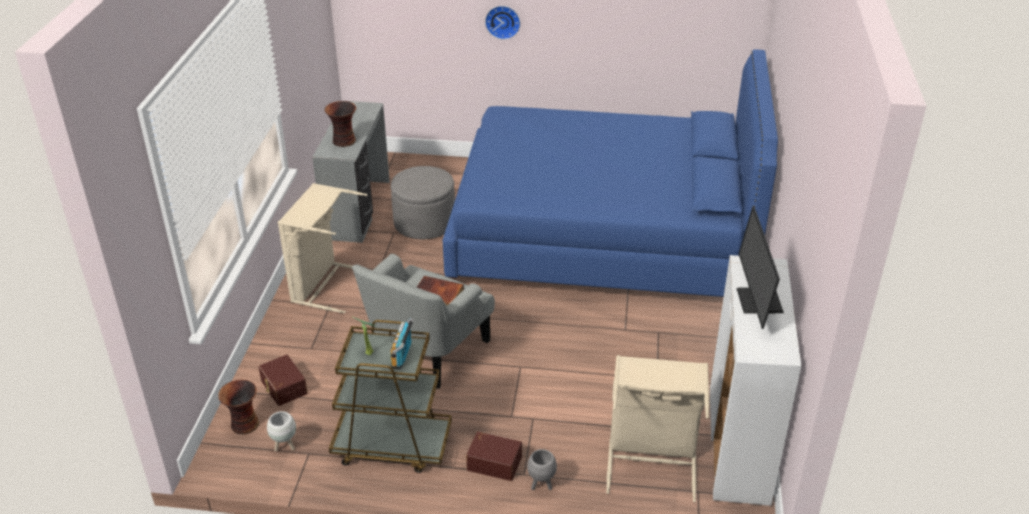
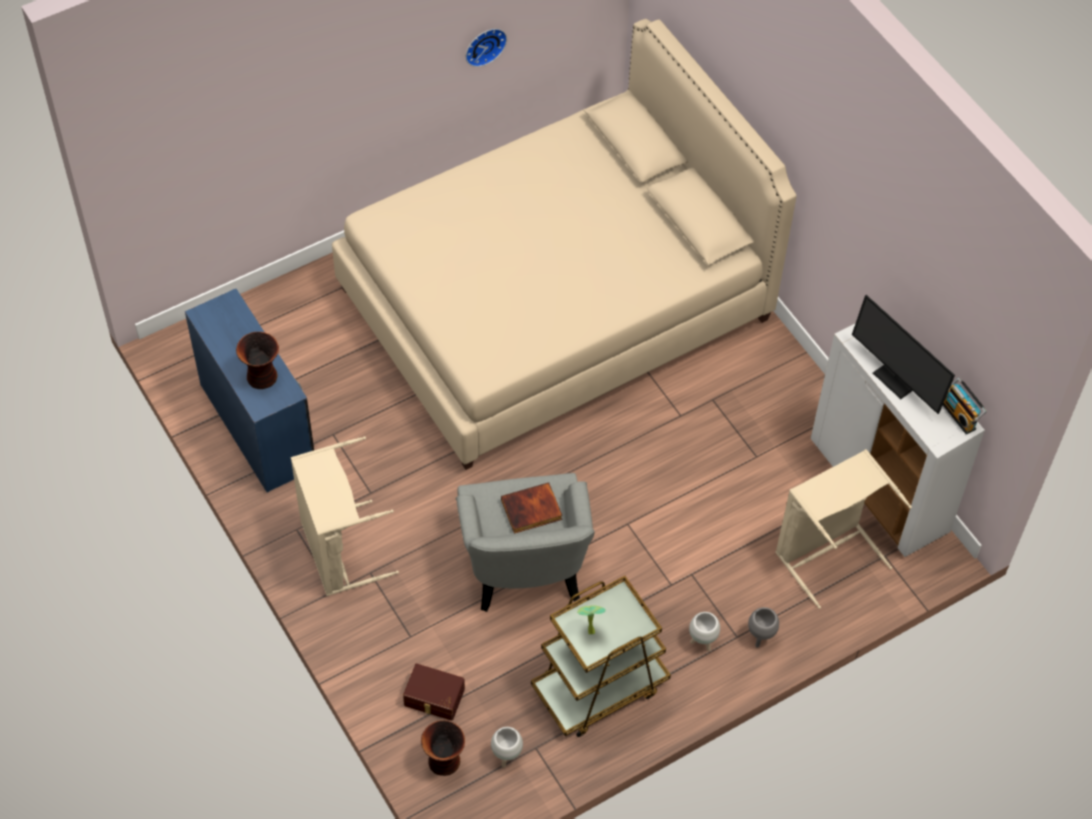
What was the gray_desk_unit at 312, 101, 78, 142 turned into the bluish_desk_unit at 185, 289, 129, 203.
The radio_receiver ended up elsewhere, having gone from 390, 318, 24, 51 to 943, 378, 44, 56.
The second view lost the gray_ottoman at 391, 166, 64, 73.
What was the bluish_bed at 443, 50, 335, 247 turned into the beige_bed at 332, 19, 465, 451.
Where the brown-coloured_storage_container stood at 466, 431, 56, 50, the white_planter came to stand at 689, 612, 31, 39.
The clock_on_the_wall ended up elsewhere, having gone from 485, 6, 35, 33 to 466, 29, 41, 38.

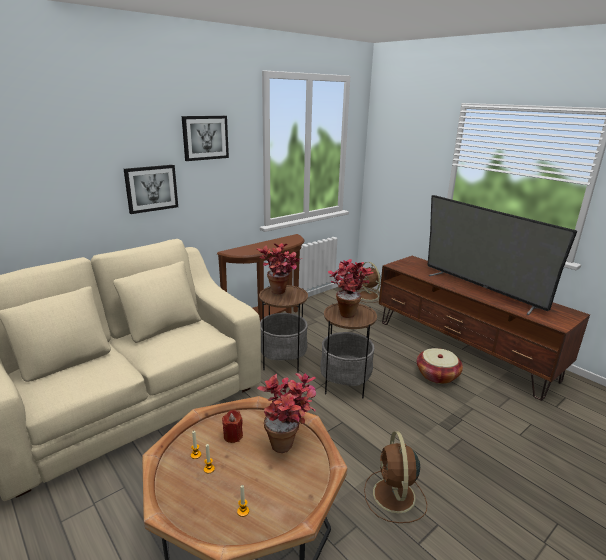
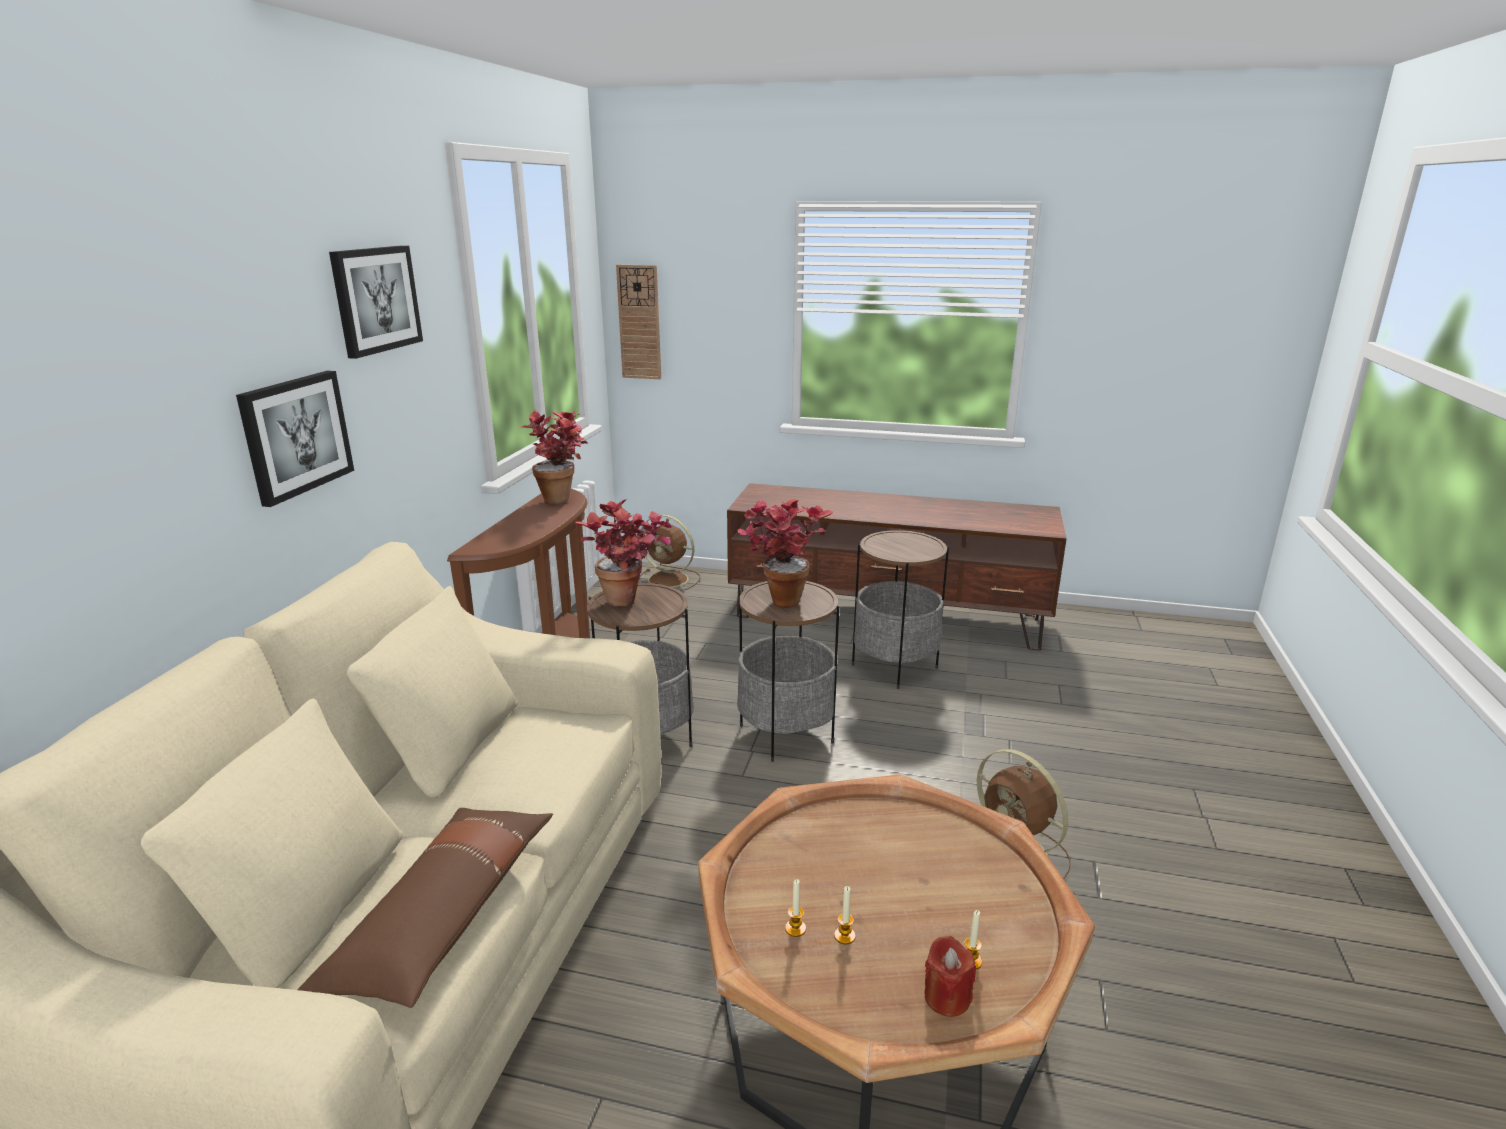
The red-coloured_wax_light ended up elsewhere, having gone from 222, 410, 21, 33 to 924, 936, 52, 81.
The potted_plant ended up elsewhere, having gone from 257, 373, 59, 80 to 521, 410, 67, 95.
Where the basket stood at 417, 348, 46, 36, the side_table came to stand at 852, 529, 97, 160.
The second view lost the TV_set at 428, 195, 149, 121.
The second view gained the brown-coloured_cushion at 298, 808, 255, 200.
The second view gained the clock_on_the_wall at 616, 265, 45, 114.

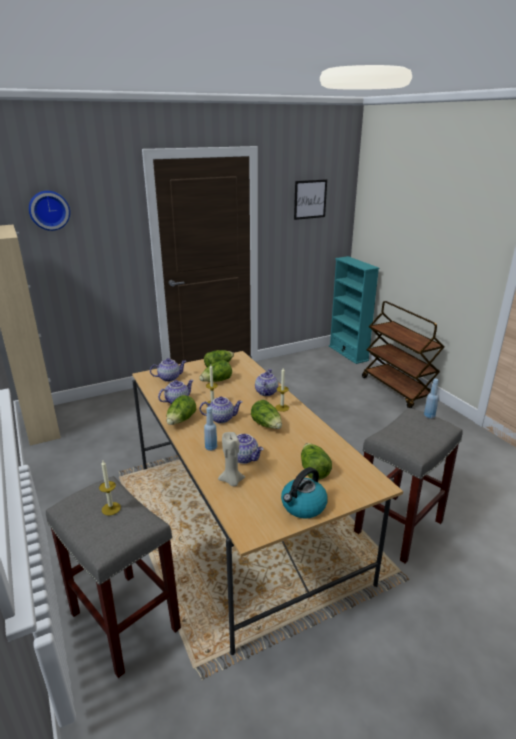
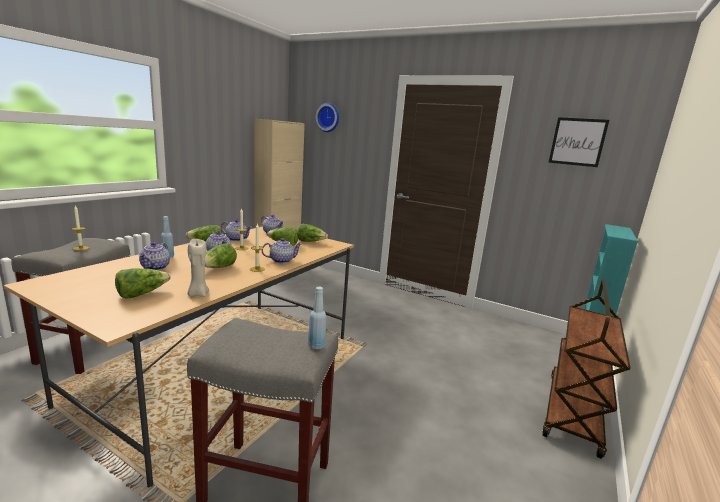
The beige_wax_light ended up elsewhere, having gone from 218, 432, 27, 54 to 188, 239, 21, 58.
The second view lost the tea_kettle at 281, 467, 47, 52.

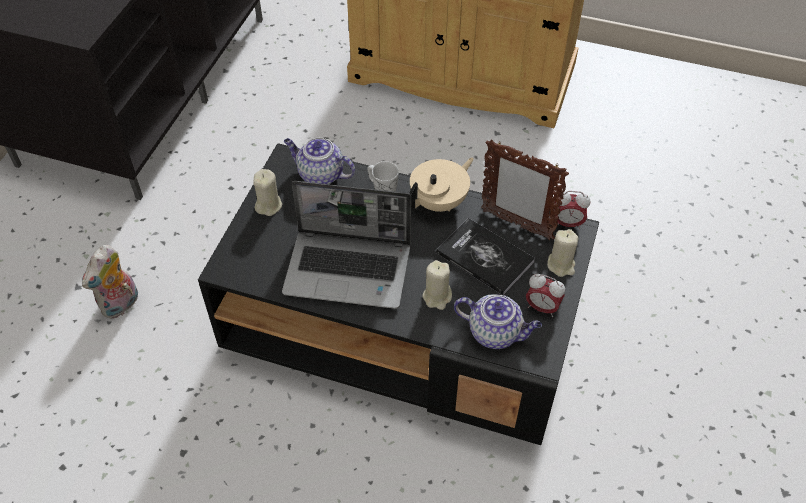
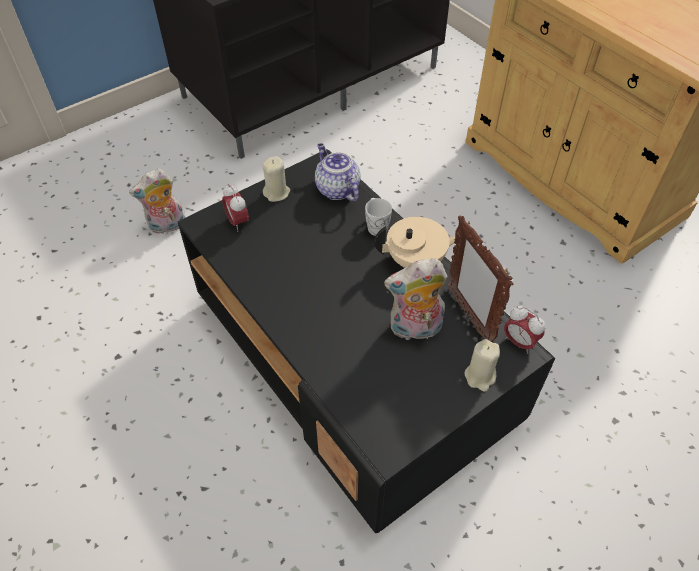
The second view lost the laptop at 282, 181, 129, 128.
The second view lost the beige_wax_light at 422, 260, 30, 50.
Where the book stood at 436, 218, 99, 77, the soft_toy came to stand at 384, 258, 63, 82.
The second view lost the teapot at 454, 295, 88, 54.
The alarm_clock ended up elsewhere, having gone from 526, 274, 39, 43 to 222, 184, 27, 47.

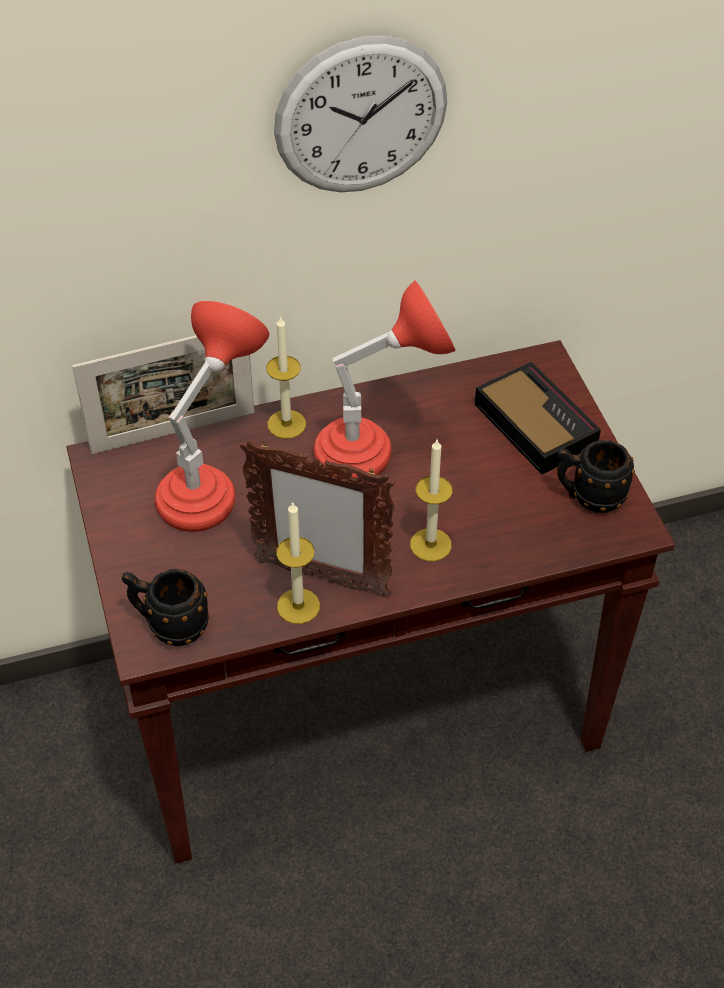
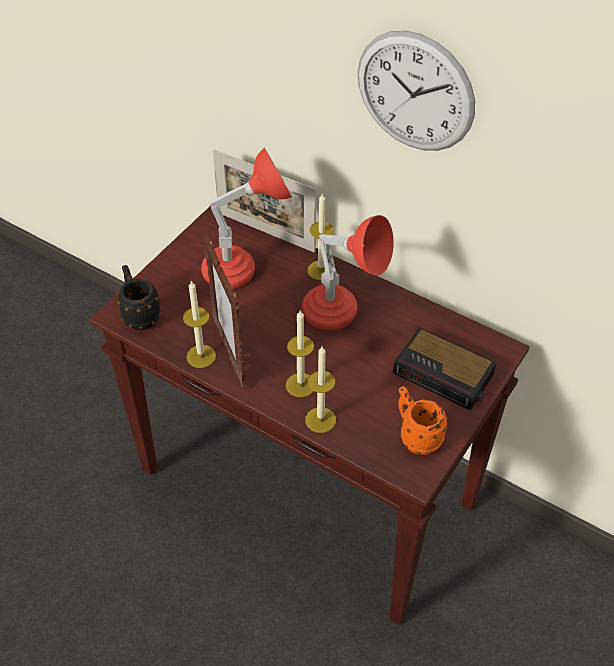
The alarm_clock at 475, 362, 126, 113 ended up facing another way, 105 degrees clockwise from before.
What was the black-coloured_coffee_mug at 557, 440, 78, 73 turned into the orange_coffee_mug at 398, 386, 50, 69.
The second view gained the wax_light at 305, 346, 31, 87.

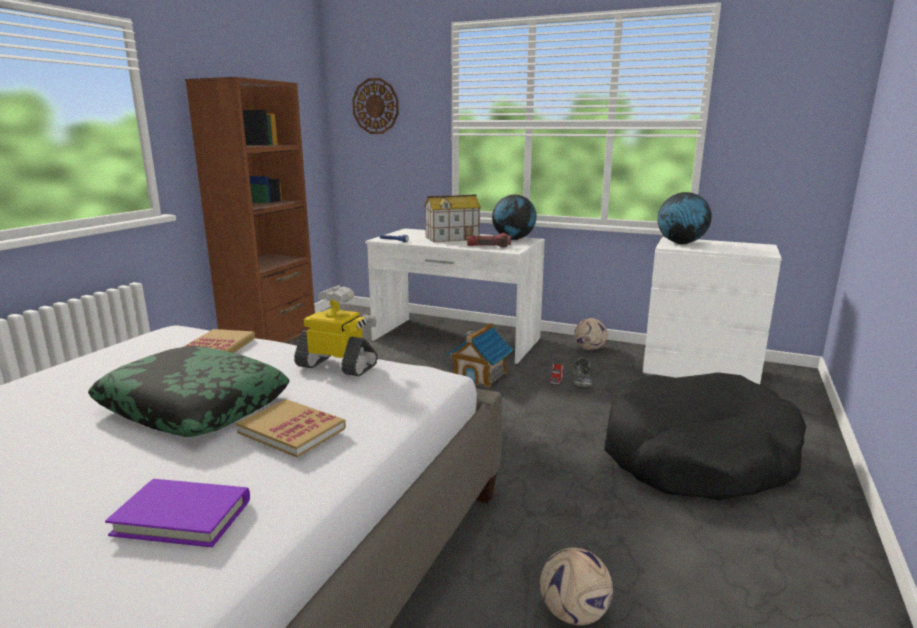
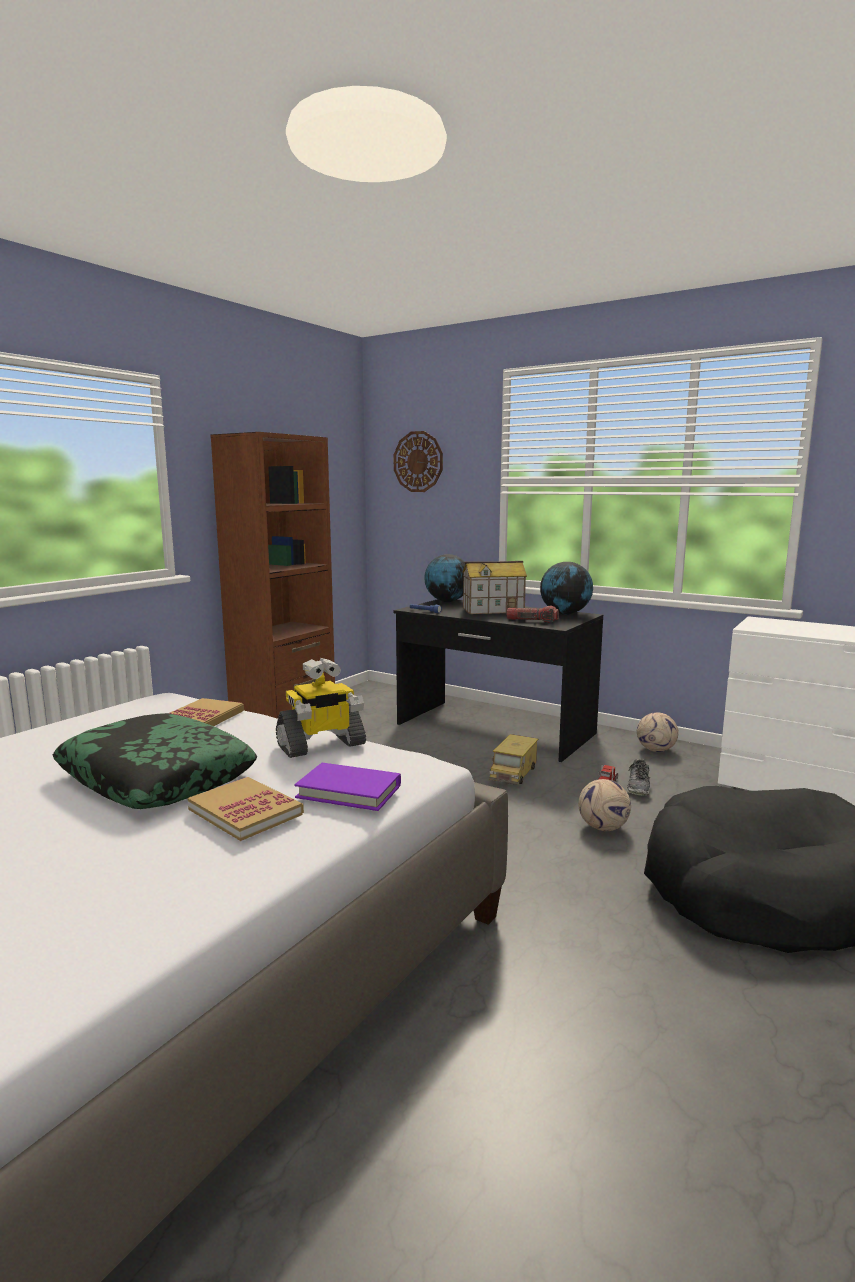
The purplish_book ended up elsewhere, having gone from 105, 479, 145, 68 to 294, 763, 107, 48.
The model_robot at 294, 285, 84, 91 ended up facing another way, 120 degrees clockwise from before.
What was the white_desk_unit at 365, 229, 180, 135 turned into the black-coloured_desk_unit at 394, 599, 209, 163.
Where the miniature_house stood at 447, 323, 67, 65, the toy_lorry came to stand at 489, 734, 50, 51.
The ball_for_football ended up elsewhere, having gone from 540, 547, 73, 78 to 578, 779, 53, 52.
The world_globe ended up elsewhere, having gone from 657, 192, 55, 52 to 424, 554, 41, 48.

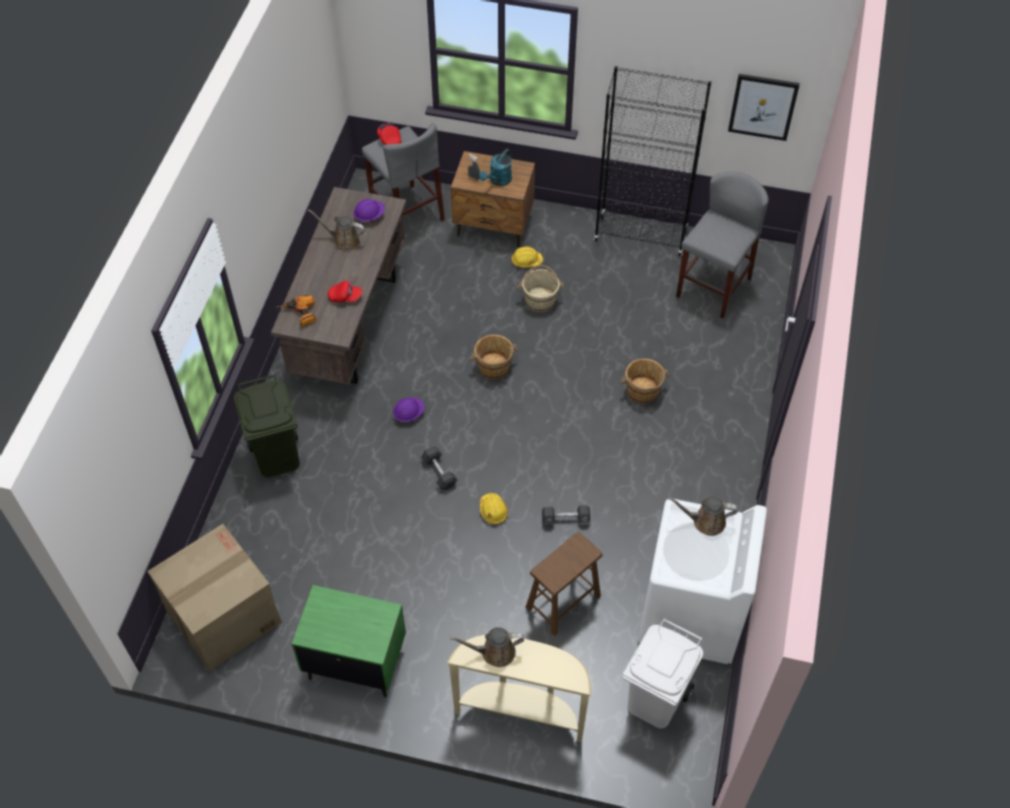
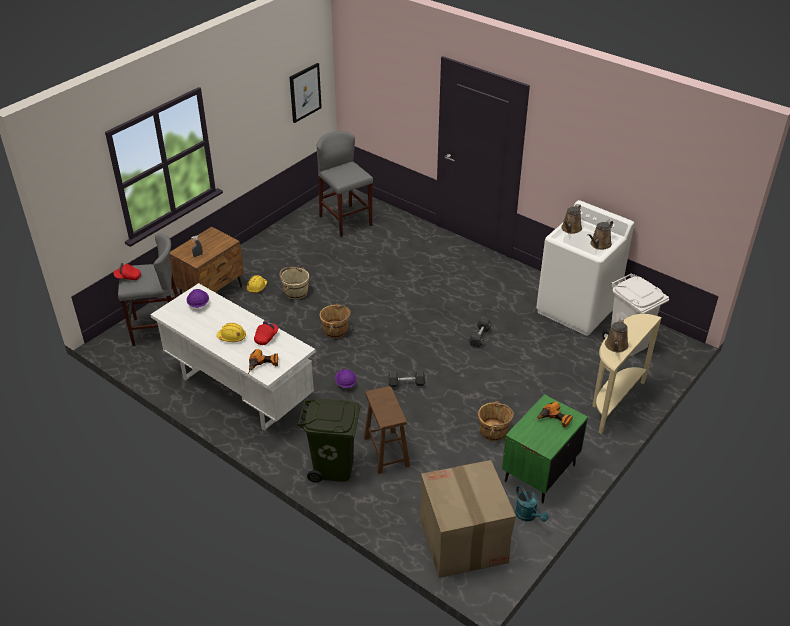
What was the brown-coloured_desk_unit at 271, 187, 135, 198 turned into the white_desk_unit at 150, 283, 165, 148.
The brown-coloured_sprinkling_can ended up elsewhere, having gone from 308, 209, 57, 42 to 588, 220, 25, 30.
The turquoise-coloured_sprinkling_can ended up elsewhere, having gone from 479, 149, 33, 37 to 515, 485, 34, 37.
The yellow_hard_hat ended up elsewhere, having gone from 480, 493, 28, 31 to 217, 323, 29, 19.
The brown-coloured_stool_seat ended up elsewhere, having gone from 526, 532, 77, 104 to 364, 386, 46, 88.
The second view lost the black-coloured_bookshelf at 594, 66, 117, 190.
The brown-coloured_bucket ended up elsewhere, having gone from 619, 359, 50, 45 to 478, 401, 36, 40.
The second view gained the drill at 533, 402, 40, 26.

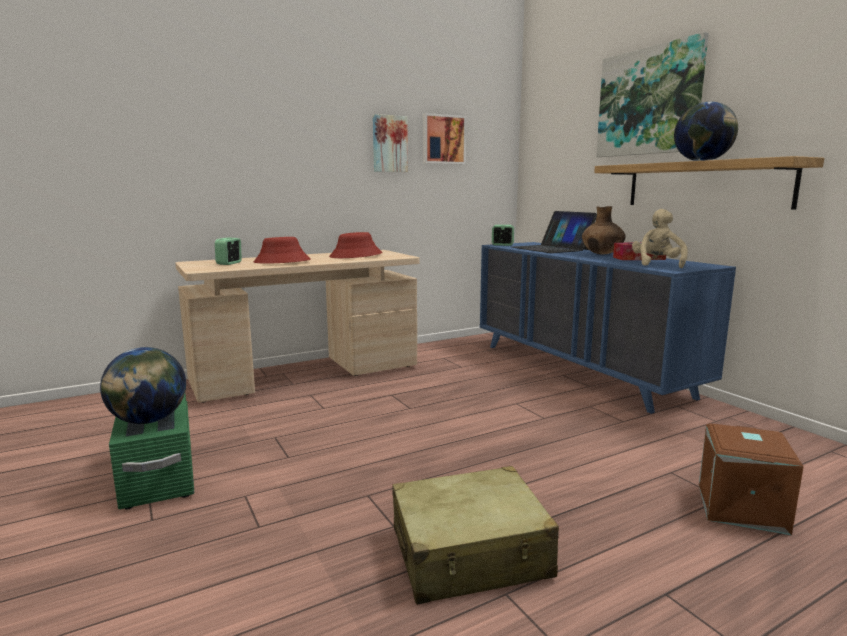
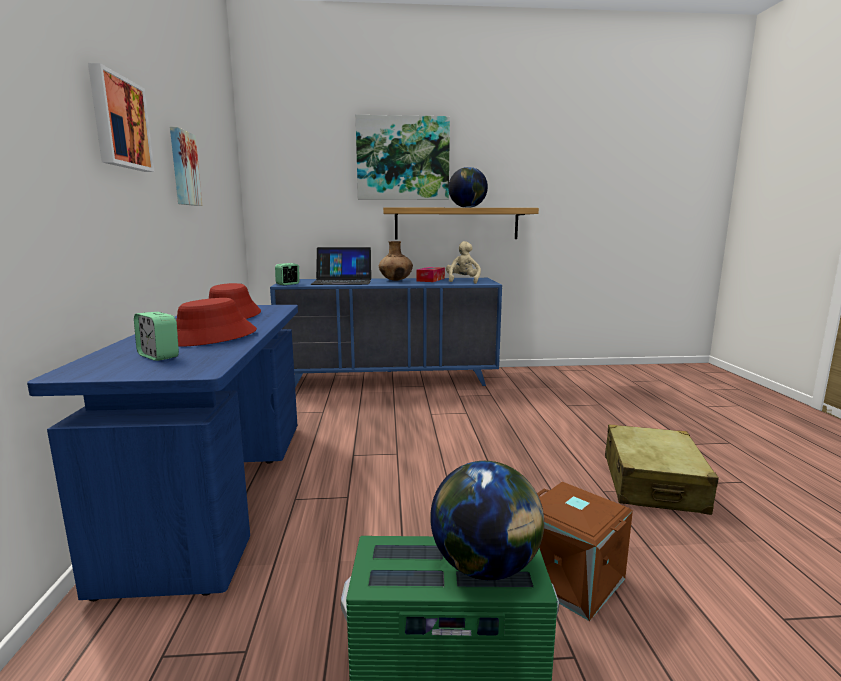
What was the beige_desk_unit at 175, 250, 244, 153 turned into the bluish_desk_unit at 27, 305, 271, 296.
The wall_picture ended up elsewhere, having gone from 423, 113, 43, 51 to 88, 63, 66, 109.
The beige_soft_toy at 632, 209, 56, 59 ended up facing another way, 60 degrees clockwise from before.
The brown-coloured_storage_container ended up elsewhere, having gone from 699, 423, 105, 112 to 537, 482, 96, 139.

